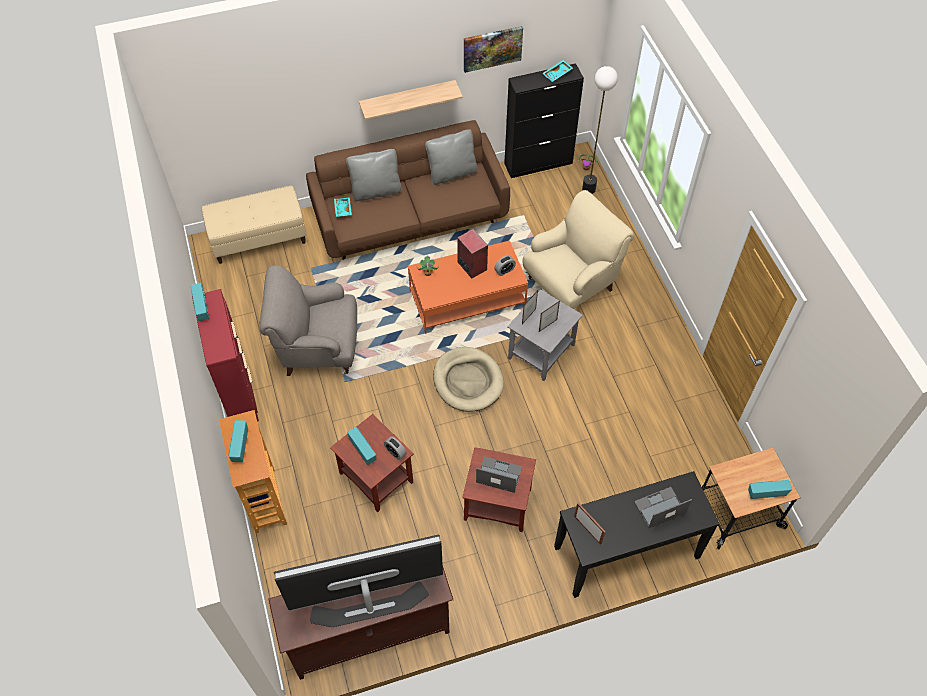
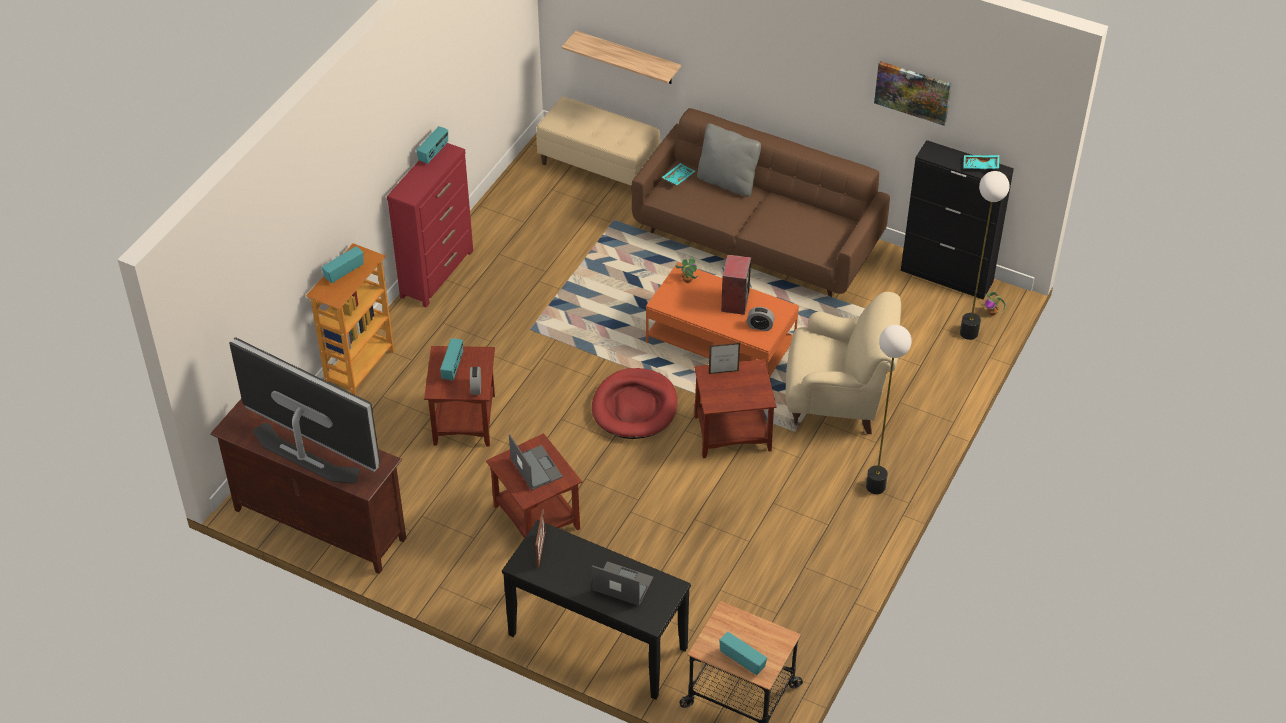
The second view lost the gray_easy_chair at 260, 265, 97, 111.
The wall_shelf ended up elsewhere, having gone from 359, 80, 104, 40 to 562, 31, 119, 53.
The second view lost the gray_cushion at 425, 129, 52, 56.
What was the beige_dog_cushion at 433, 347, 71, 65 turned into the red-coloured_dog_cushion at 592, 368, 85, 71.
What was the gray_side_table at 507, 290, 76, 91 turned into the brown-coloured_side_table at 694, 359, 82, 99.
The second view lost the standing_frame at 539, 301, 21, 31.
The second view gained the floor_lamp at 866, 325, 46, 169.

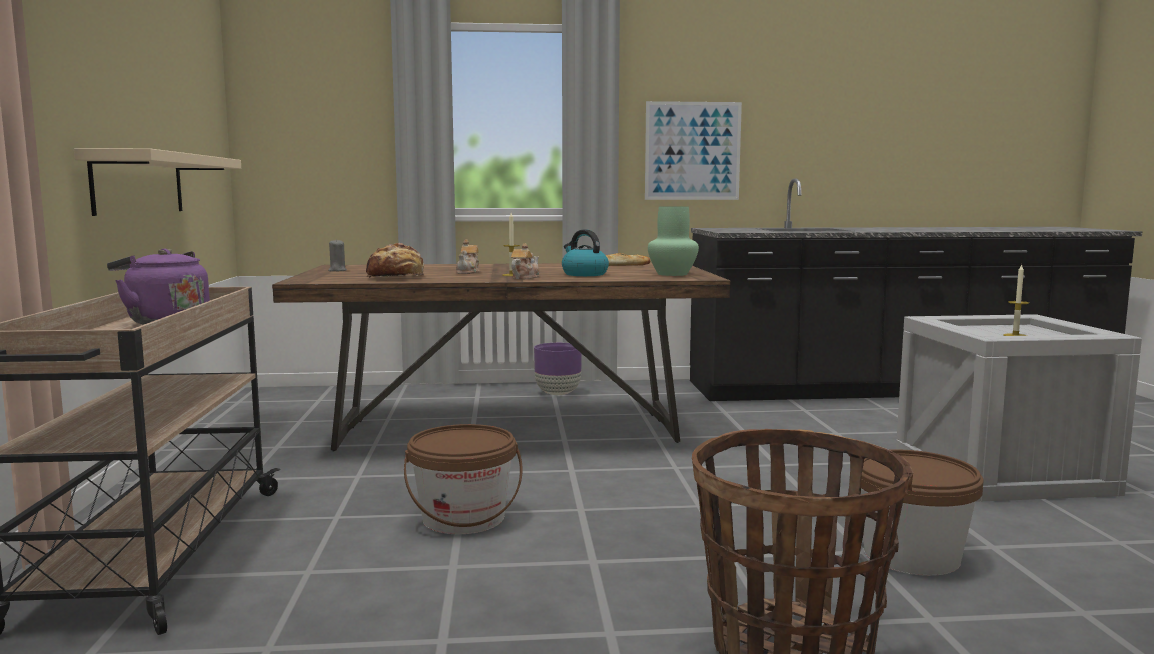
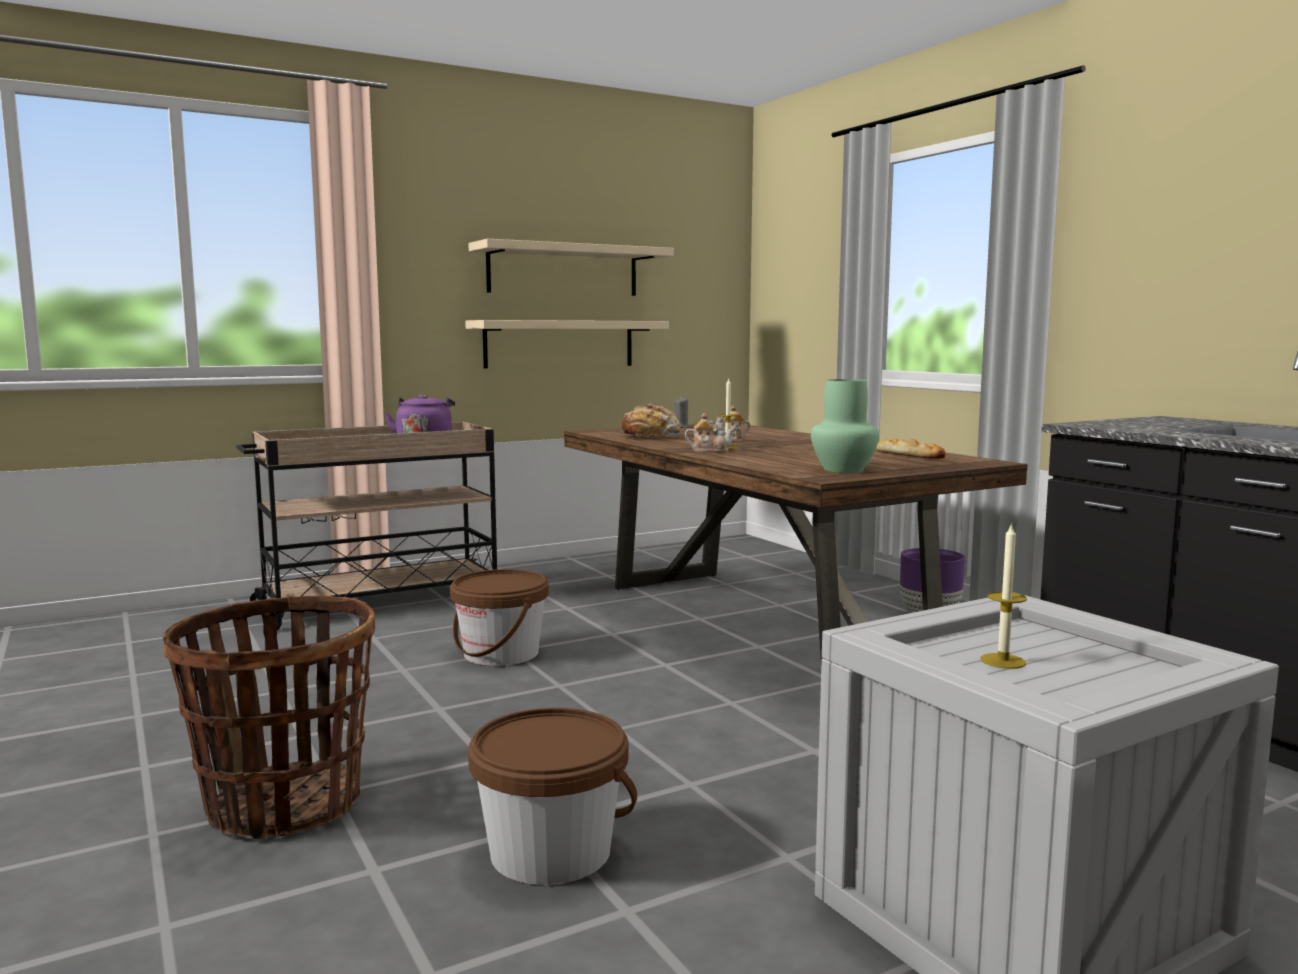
The second view lost the tea_kettle at 562, 229, 47, 47.
The second view lost the wall_picture at 645, 101, 97, 99.
The second view gained the beige_wall_shelf at 468, 239, 206, 57.

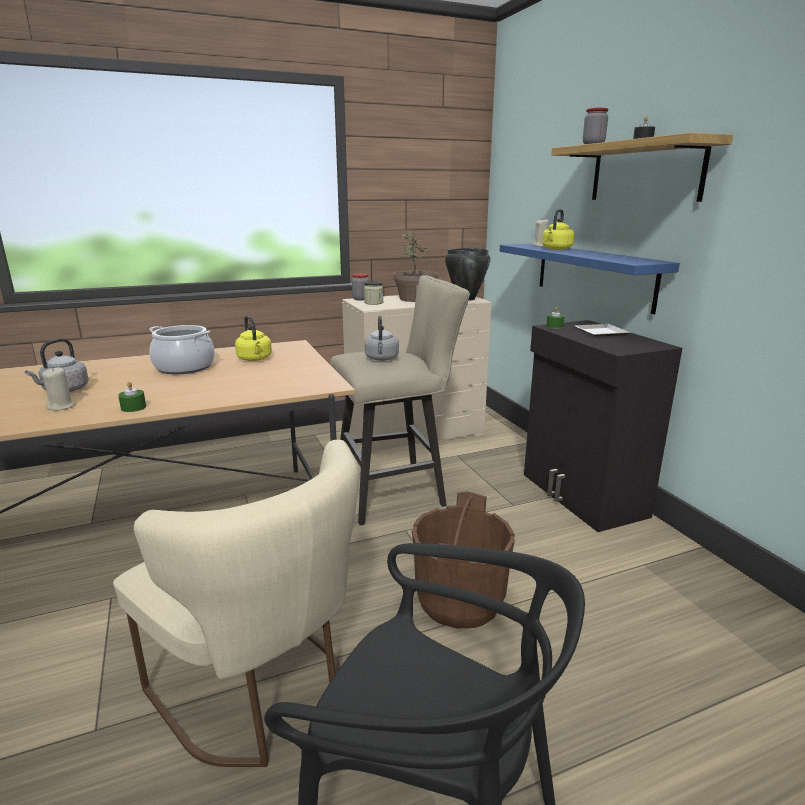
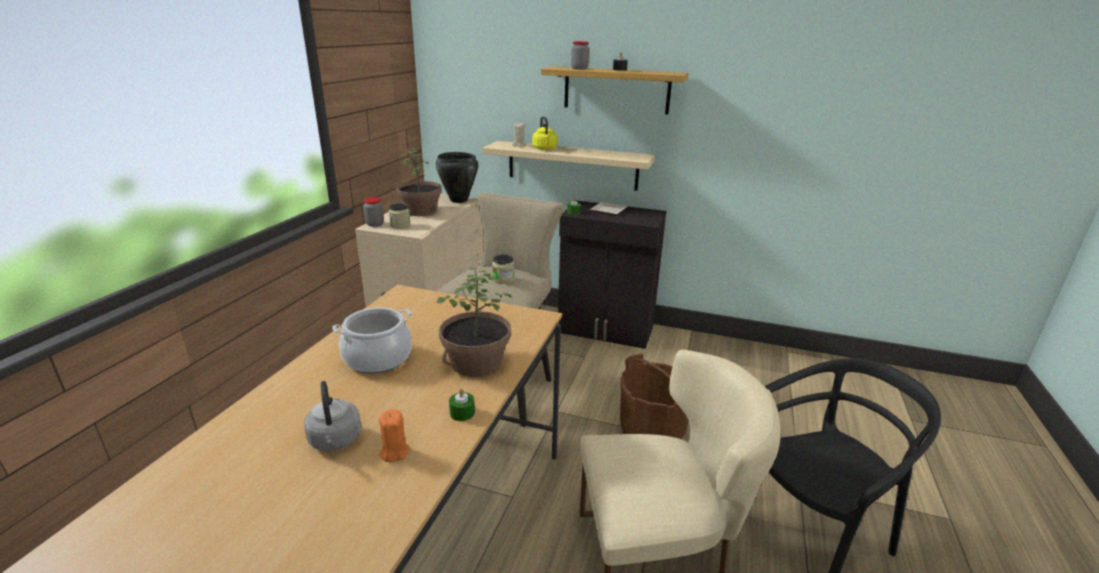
What was the beige_wax_light at 42, 367, 34, 44 turned into the orange_wax_light at 379, 409, 30, 53.
The second view lost the yellow_tea_kettle at 235, 315, 37, 46.
Where the gray_tea_kettle stood at 365, 316, 34, 45, the storage_jar came to stand at 492, 254, 23, 30.
What was the bluish_wall_shelf at 500, 243, 180, 71 turned into the beige_wall_shelf at 483, 141, 172, 50.
The second view gained the potted_plant at 436, 268, 76, 109.

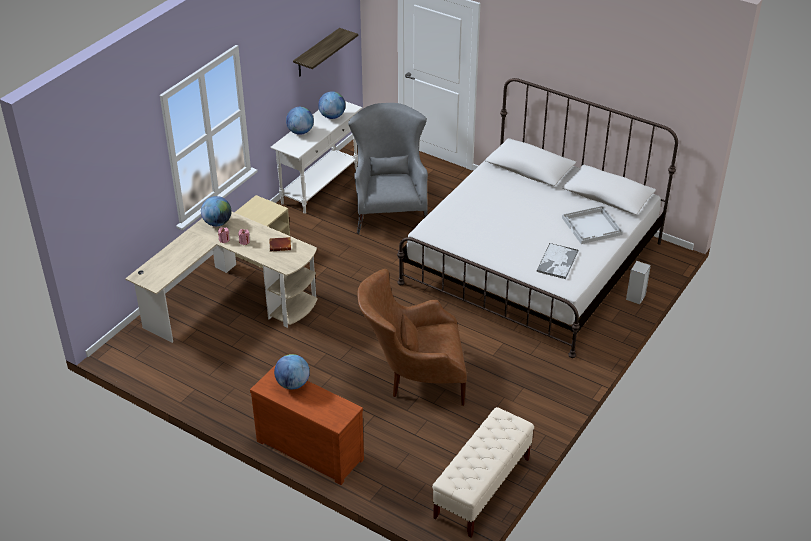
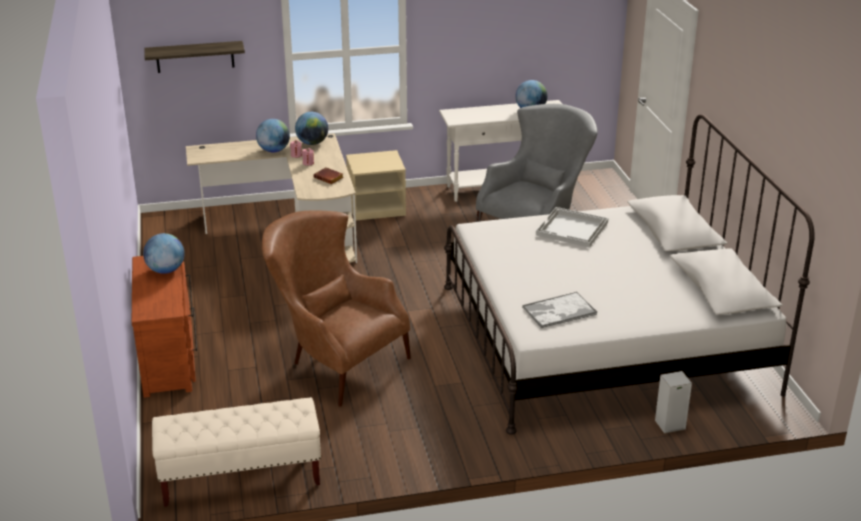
The world_globe ended up elsewhere, having gone from 286, 107, 28, 28 to 256, 119, 34, 33.
The wall_shelf ended up elsewhere, having gone from 293, 28, 65, 49 to 144, 41, 101, 32.
The white_tray ended up elsewhere, having gone from 562, 206, 61, 38 to 536, 207, 72, 41.

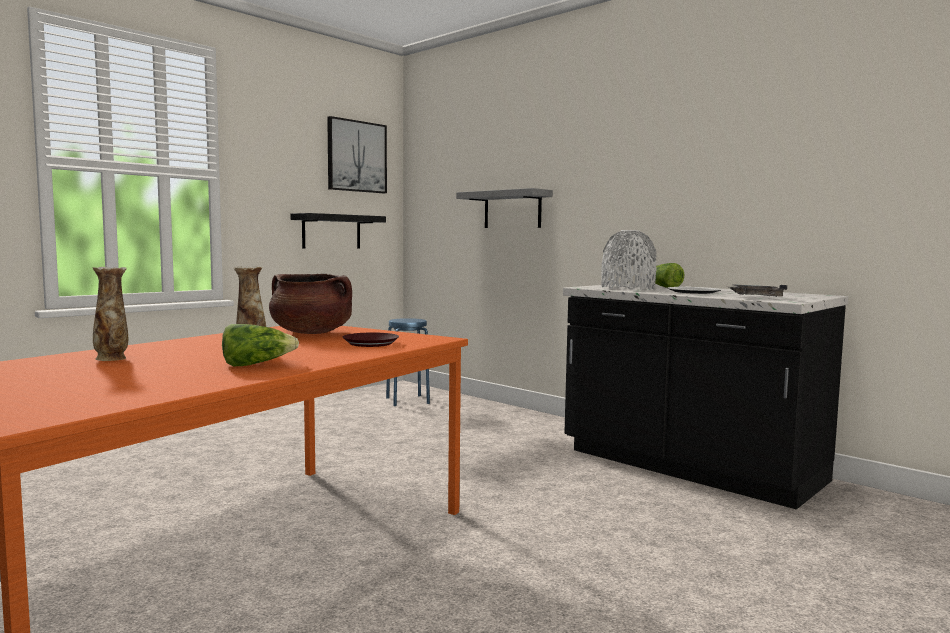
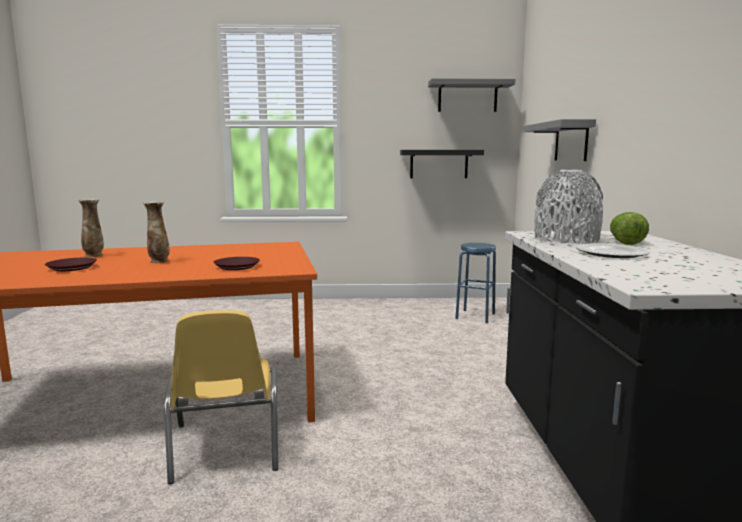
The second view lost the lettuce_head at 222, 324, 77, 42.
The second view lost the brown-coloured_saucepot at 269, 274, 83, 60.
Where the wall_picture hung at 327, 116, 60, 77, the gray_wall_shelf came to hang at 428, 78, 87, 34.
The second view lost the gray_tray at 726, 284, 61, 13.
The second view gained the brown-coloured_plate at 45, 258, 52, 13.
The second view gained the yellow_chair at 164, 310, 114, 174.

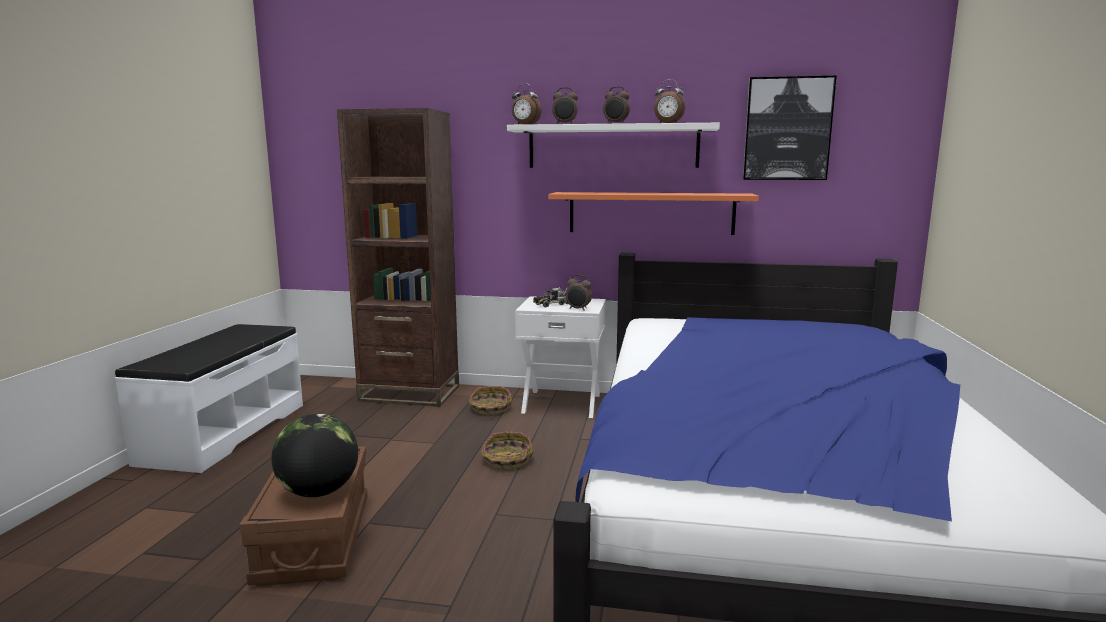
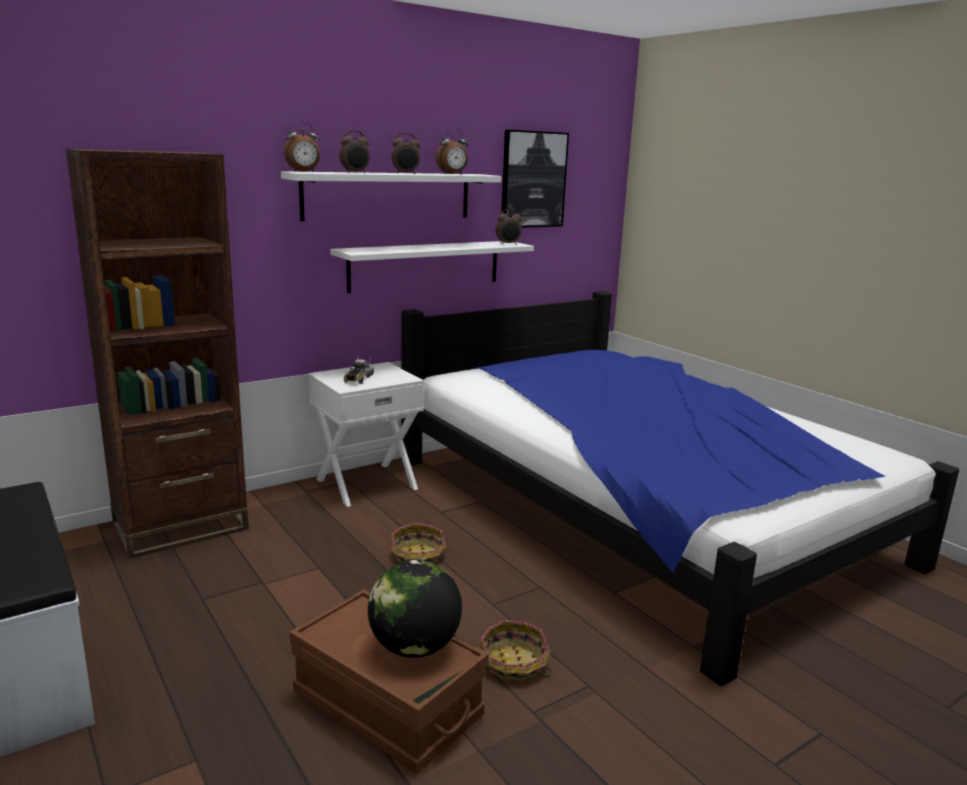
The basket ended up elsewhere, having gone from 469, 386, 43, 29 to 480, 619, 72, 62.
What was the orange_wall_shelf at 548, 192, 211, 43 turned into the white_wall_shelf at 330, 241, 204, 52.
The alarm_clock ended up elsewhere, having gone from 566, 275, 26, 36 to 496, 209, 25, 36.

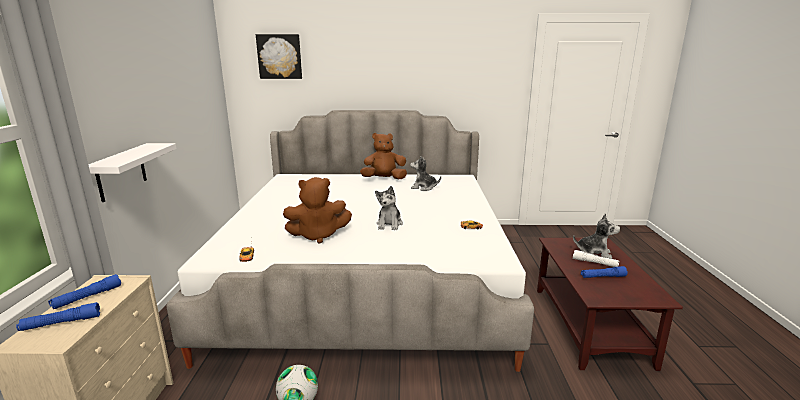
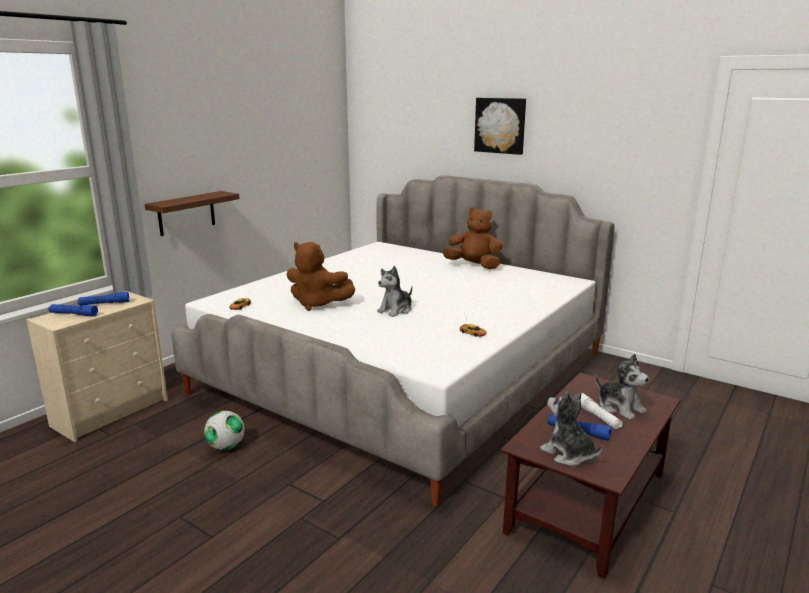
What was the white_wall_shelf at 88, 143, 88, 59 turned into the brown-coloured_wall_shelf at 145, 191, 94, 45.
The wall_picture ended up elsewhere, having gone from 256, 34, 46, 45 to 474, 98, 52, 57.
The soft_toy ended up elsewhere, having gone from 410, 156, 31, 35 to 540, 391, 63, 75.

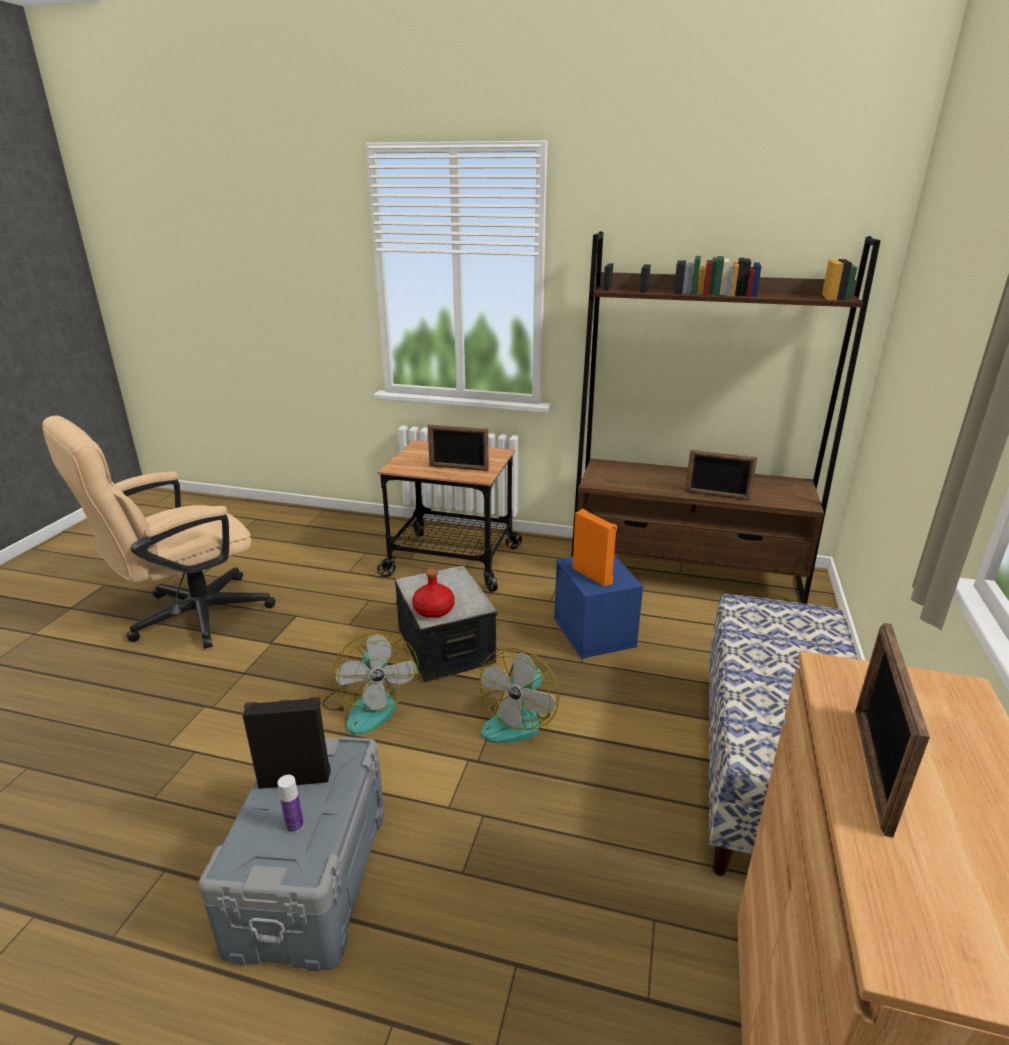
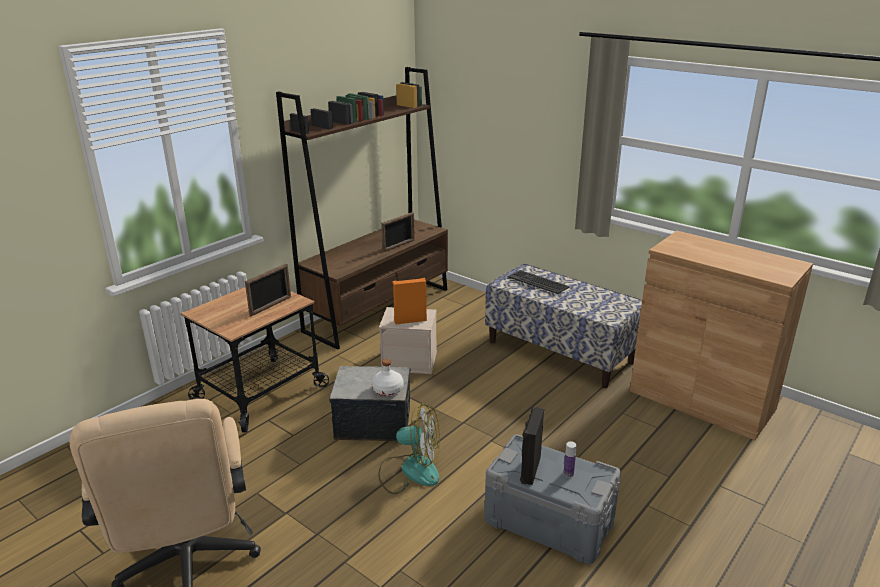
What was the red-coloured_beverage_bottle at 412, 569, 43, 49 turned into the white_beverage_bottle at 371, 359, 33, 37.
The second view lost the cooling_fan at 479, 648, 80, 95.
What was the bluish_storage_container at 554, 555, 90, 104 turned into the beige_storage_container at 379, 307, 58, 67.
The second view lost the standing_frame at 855, 623, 75, 215.
The second view gained the PC_keyboard at 508, 270, 62, 24.

